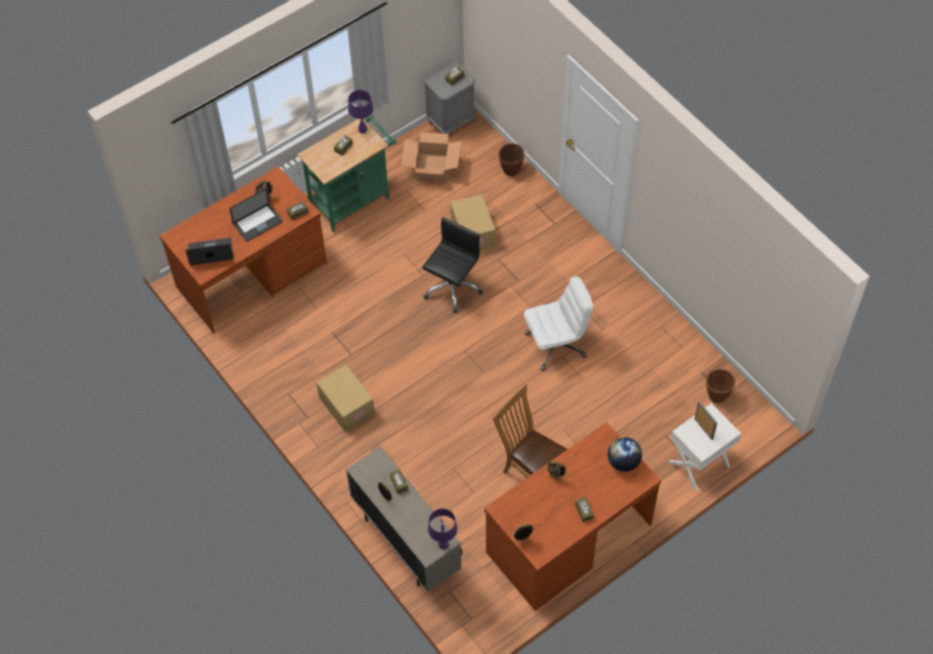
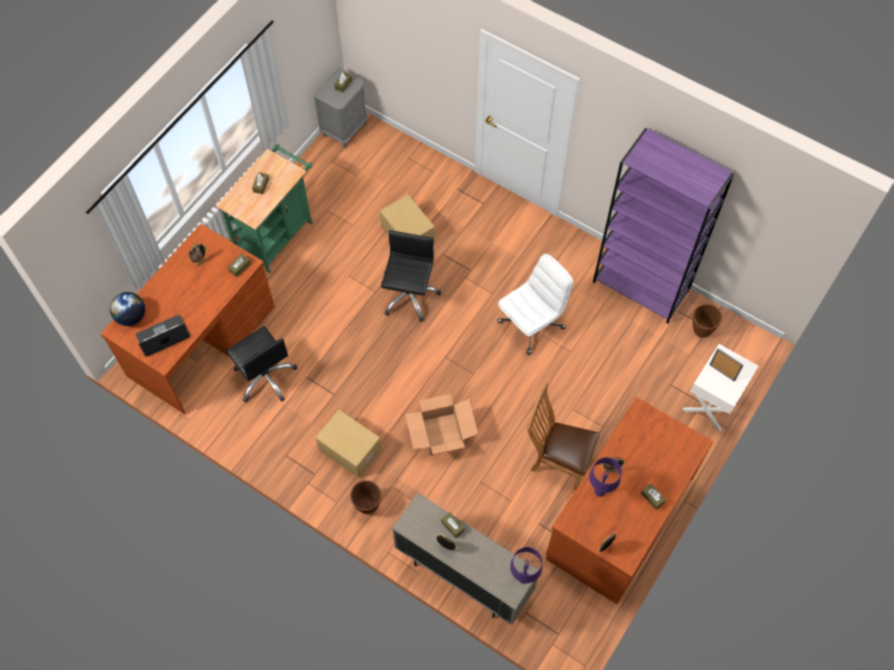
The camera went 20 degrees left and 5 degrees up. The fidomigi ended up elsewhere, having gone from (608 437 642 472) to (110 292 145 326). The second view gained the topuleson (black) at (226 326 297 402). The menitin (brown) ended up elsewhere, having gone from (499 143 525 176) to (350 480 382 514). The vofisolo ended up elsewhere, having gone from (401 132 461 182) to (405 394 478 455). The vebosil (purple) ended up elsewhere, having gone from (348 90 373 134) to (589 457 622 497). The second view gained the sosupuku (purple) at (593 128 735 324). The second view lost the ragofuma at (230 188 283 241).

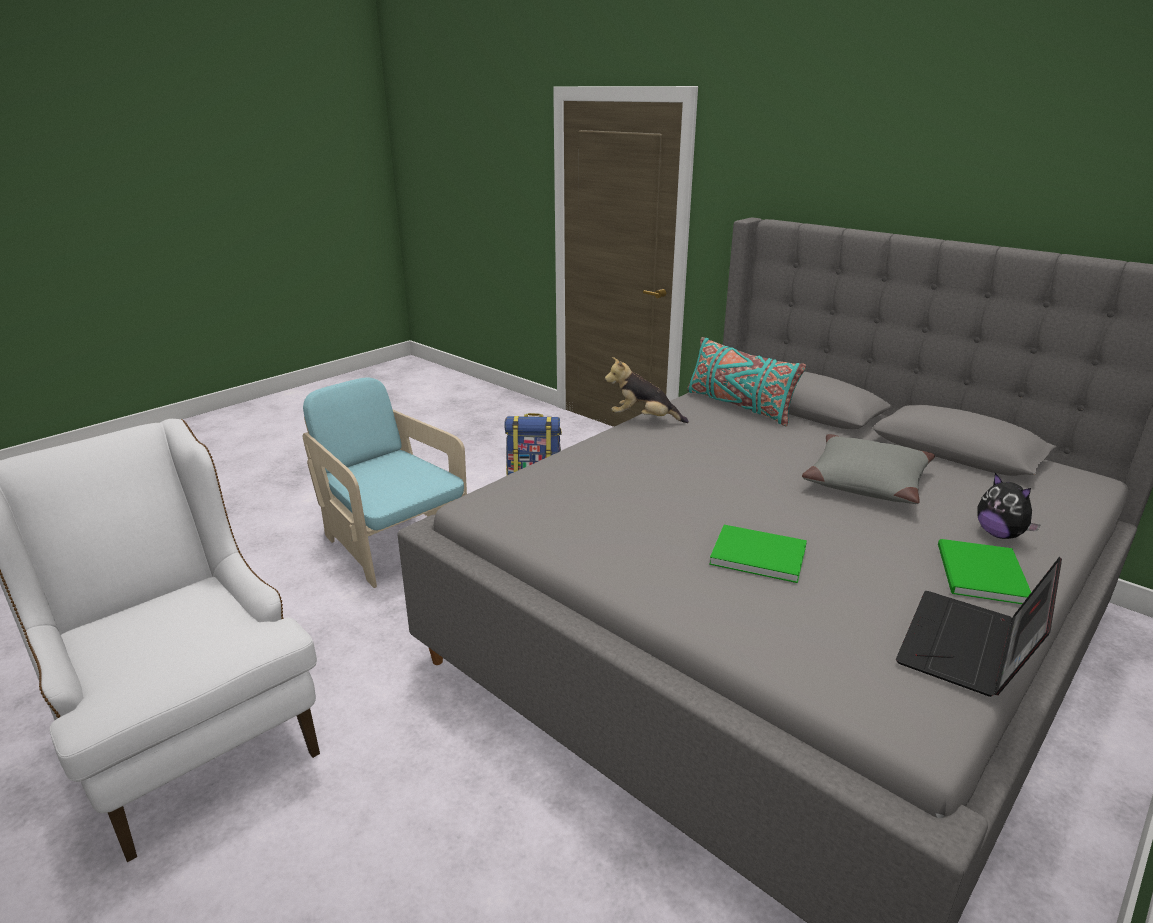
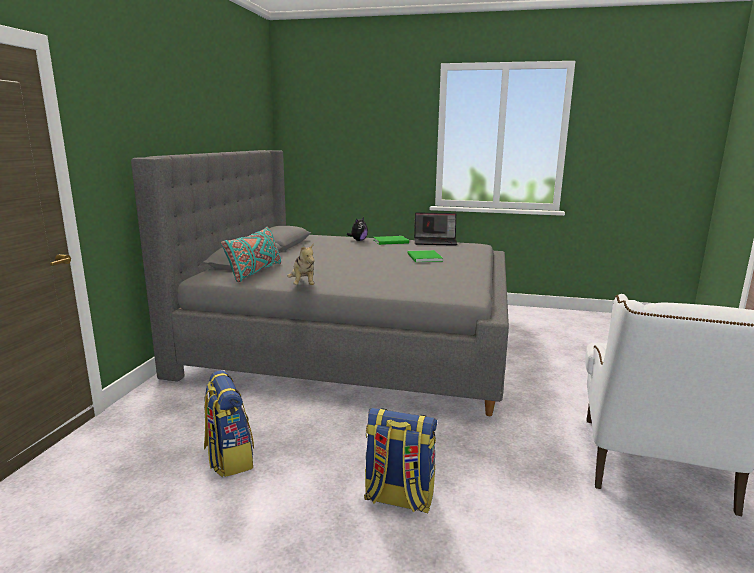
The camera went 120 degrees left and 10 degrees down. Where the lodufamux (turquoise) stood at (303 377 467 588), the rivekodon came to stand at (364 408 437 513). The second view lost the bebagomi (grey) at (802 434 935 504).

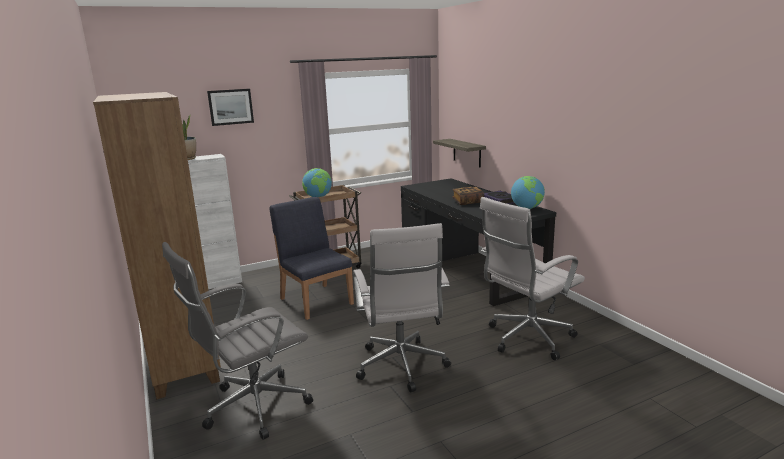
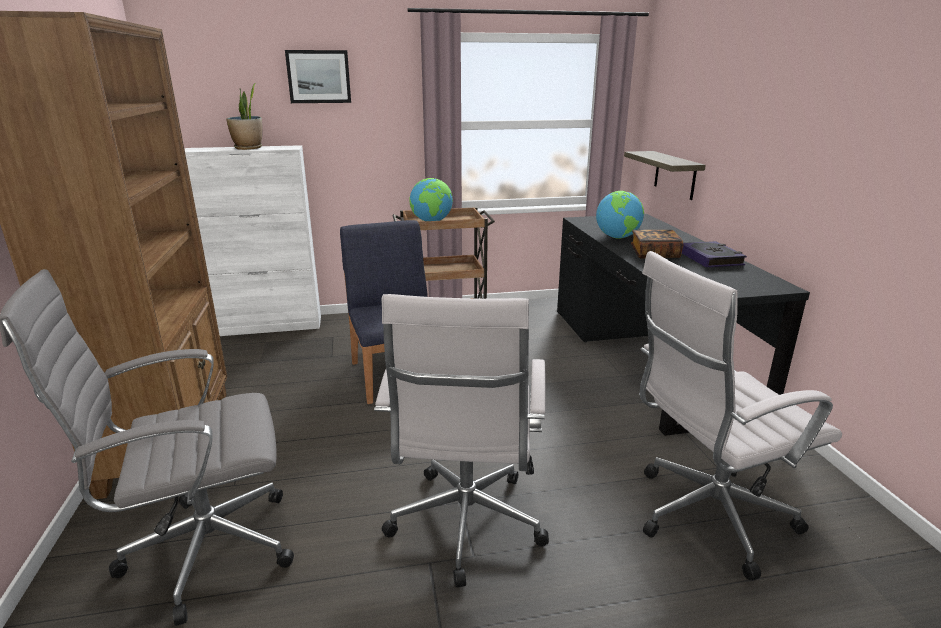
The camera went 15 degrees right and 5 degrees up. The fidomigi ended up elsewhere, having gone from (511 176 545 209) to (596 191 644 239).

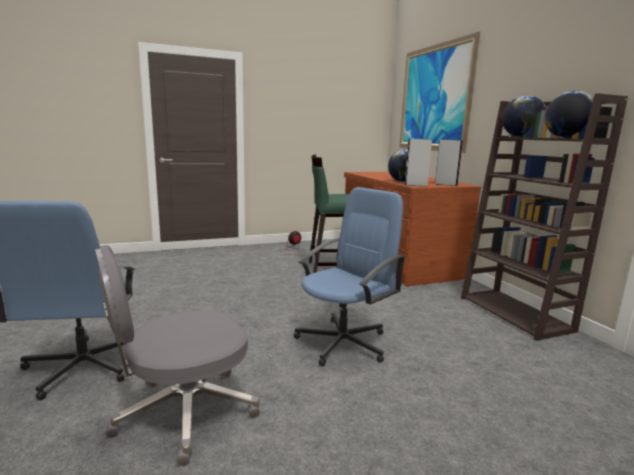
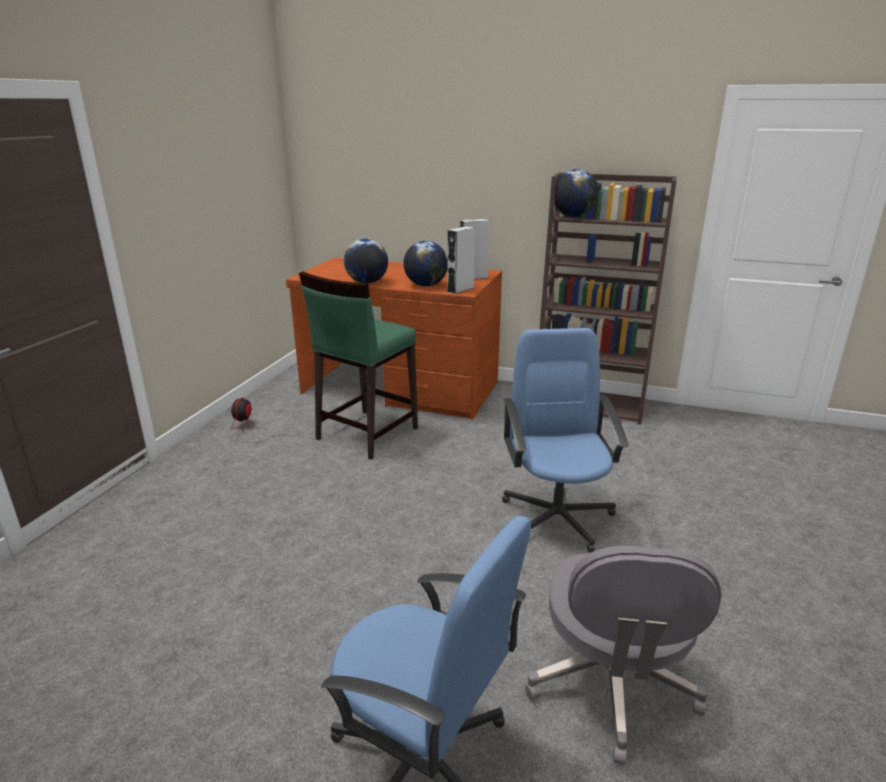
The camera went 50 degrees left and 10 degrees up. The fidomigi ended up elsewhere, having gone from (545 91 594 138) to (344 239 388 284). The second view lost the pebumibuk at (399 31 480 153).

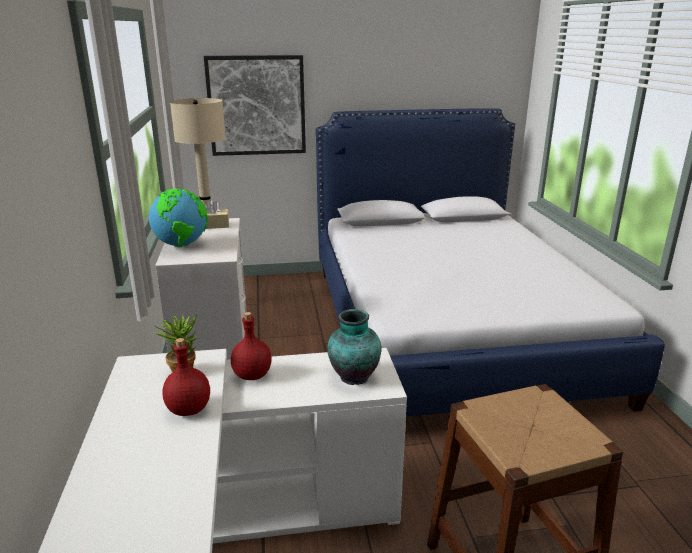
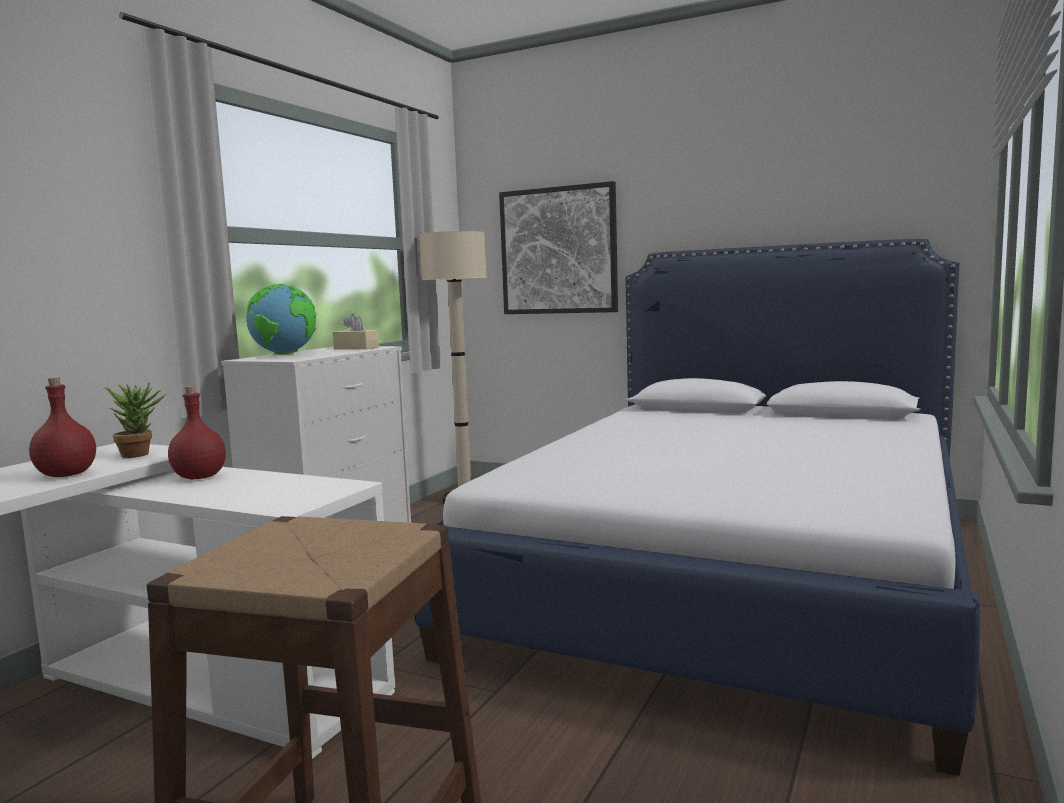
The camera went 35 degrees right and 15 degrees down. The second view lost the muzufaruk at (327 309 381 385).

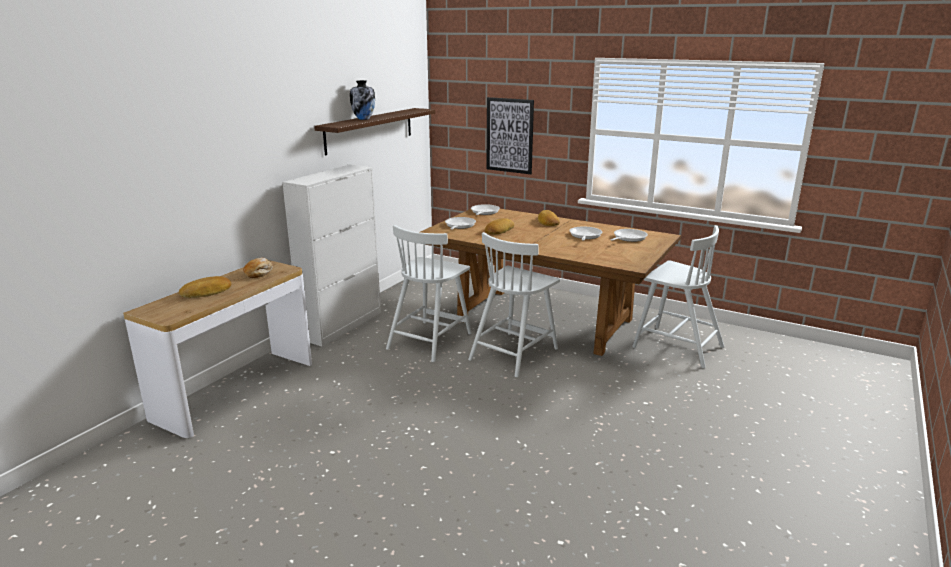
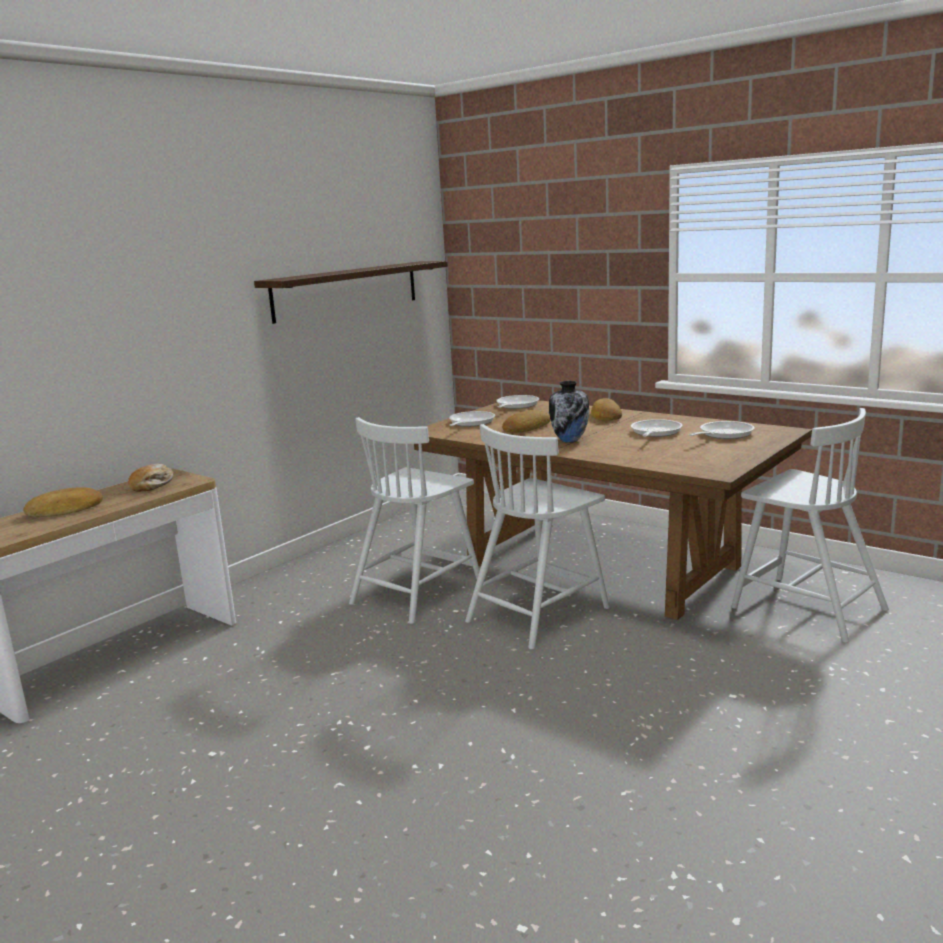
The camera went 10 degrees right and 5 degrees down. The muzufaruk ended up elsewhere, having gone from (350 80 375 120) to (549 381 589 443). The second view lost the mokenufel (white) at (282 164 381 347). The second view lost the pebumibuk at (487 97 534 174).

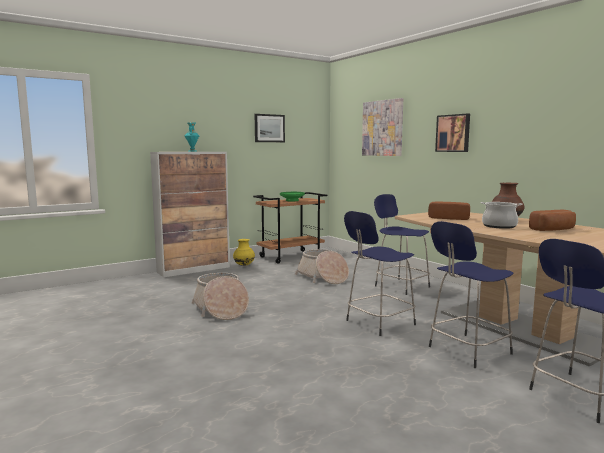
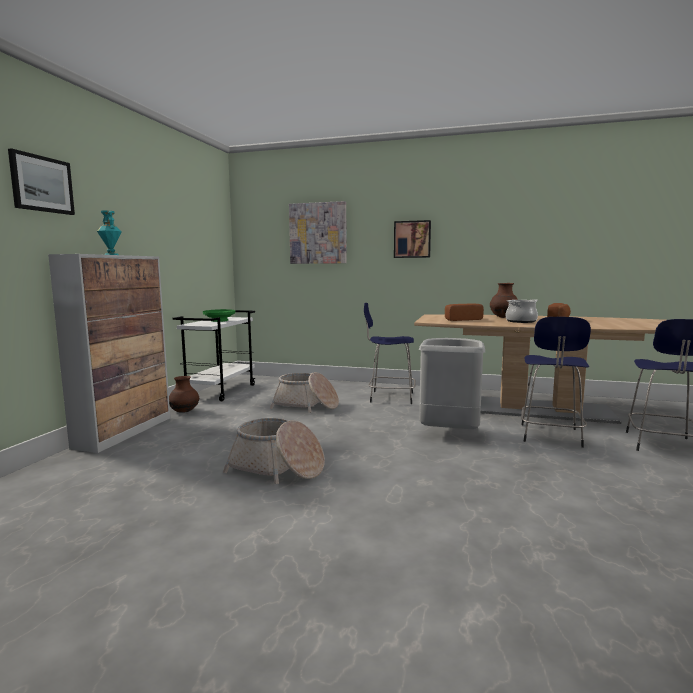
The camera went 40 degrees left and 0 degrees up. The pebumibuk ended up elsewhere, having gone from (255 114 285 142) to (8 148 75 215). What was the muzufaruk (yellow) at (233 239 255 266) turned into the muzufaruk (brown) at (169 376 199 413). What was the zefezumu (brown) at (253 192 327 264) turned into the zefezumu (white) at (173 310 255 401). Where the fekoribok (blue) stood at (344 211 416 336), the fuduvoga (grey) came to stand at (419 338 485 429).

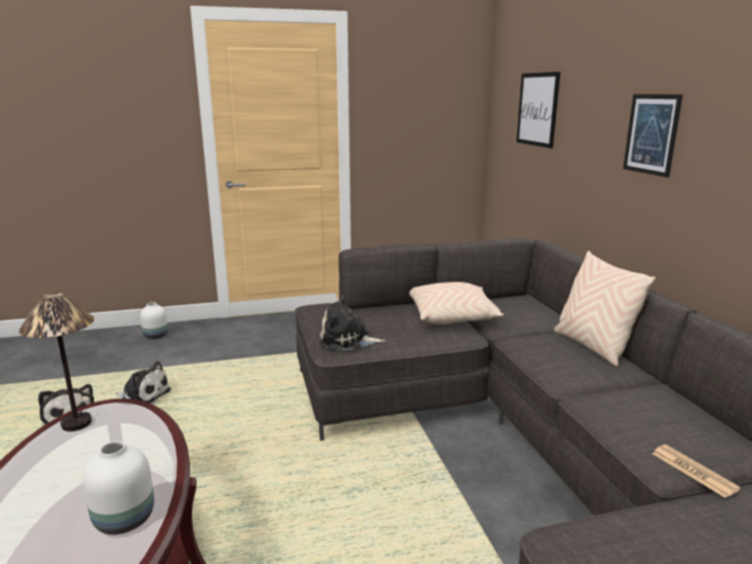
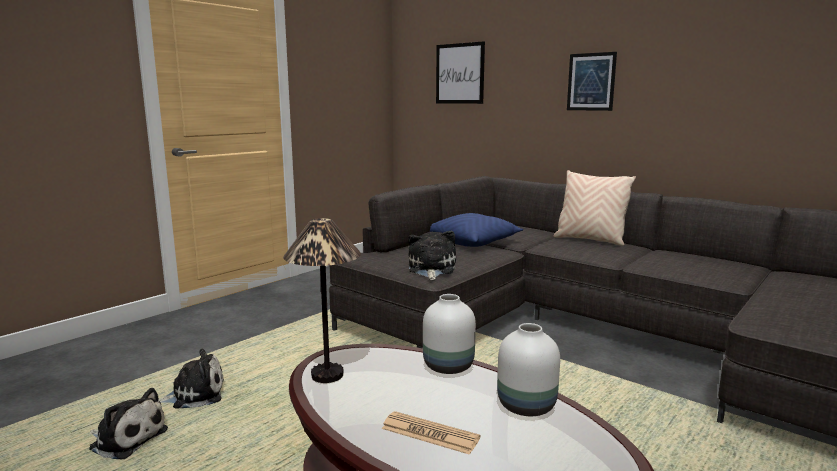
The camera went 35 degrees left and 5 degrees down. The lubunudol ended up elsewhere, having gone from (652 445 740 498) to (381 411 480 455). The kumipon at (319 295 385 350) ended up facing another way, 120 degrees clockwise from before. The muzufaruk (white) ended up elsewhere, having gone from (140 302 168 339) to (423 294 476 374). What was the bebagomi (beige) at (409 282 504 324) turned into the bebagomi (blue) at (430 213 524 247).

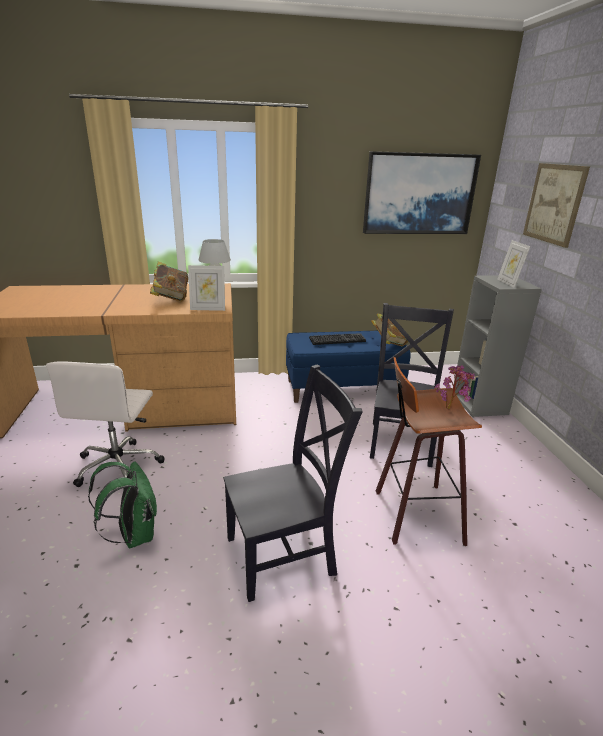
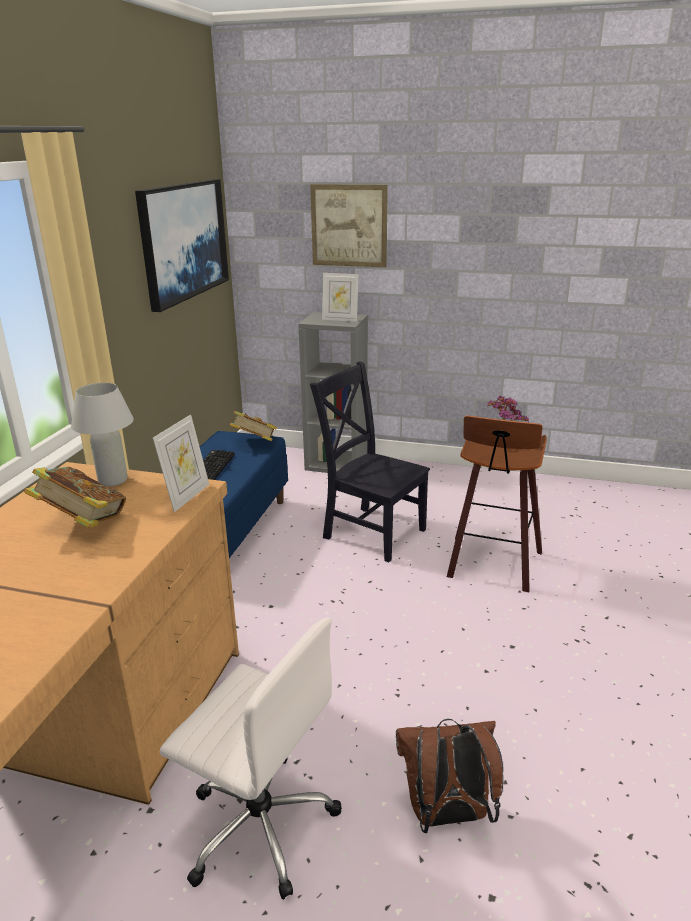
The camera went 65 degrees left and 0 degrees up. What was the rivekodon (green) at (88 461 157 549) turned into the rivekodon (brown) at (396 719 503 834). The second view lost the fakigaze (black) at (223 365 363 602).

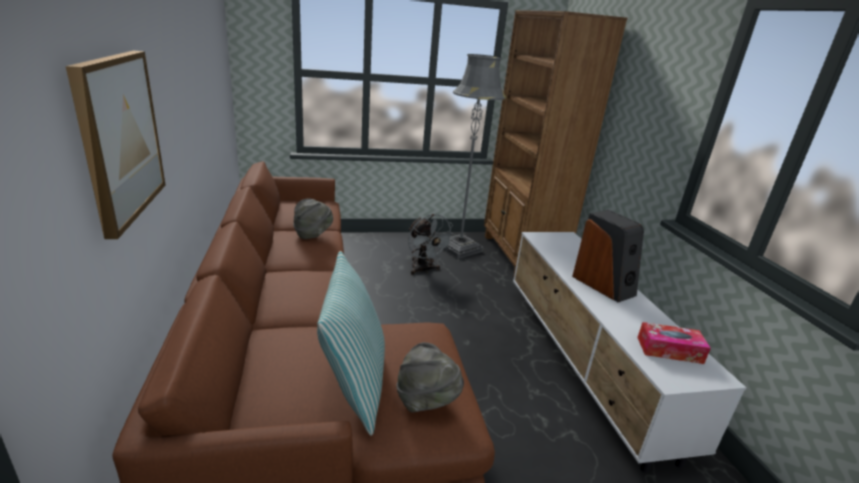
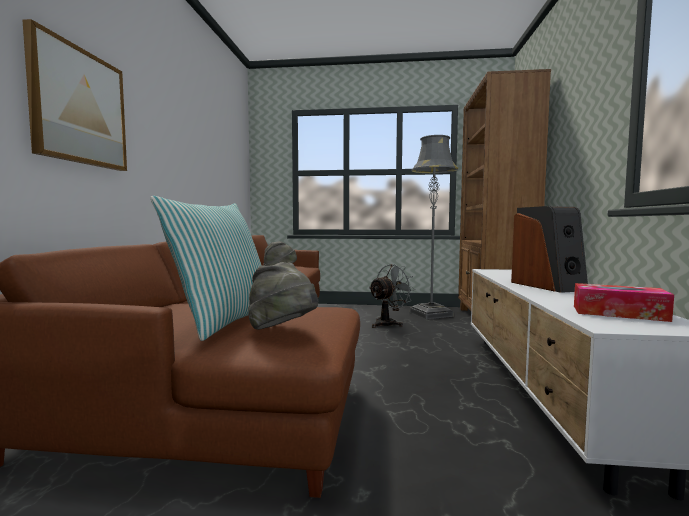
The camera went 20 degrees right and 20 degrees down. The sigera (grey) at (408 214 456 275) ended up facing another way, 120 degrees counterclockwise from before.

